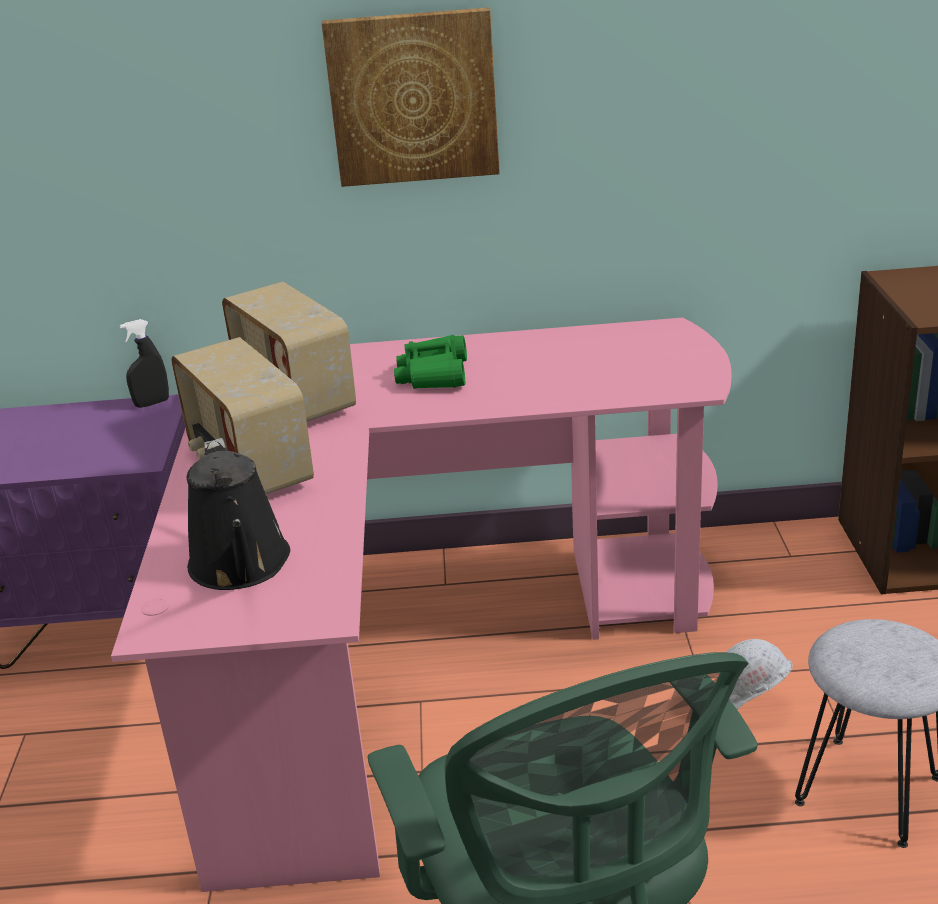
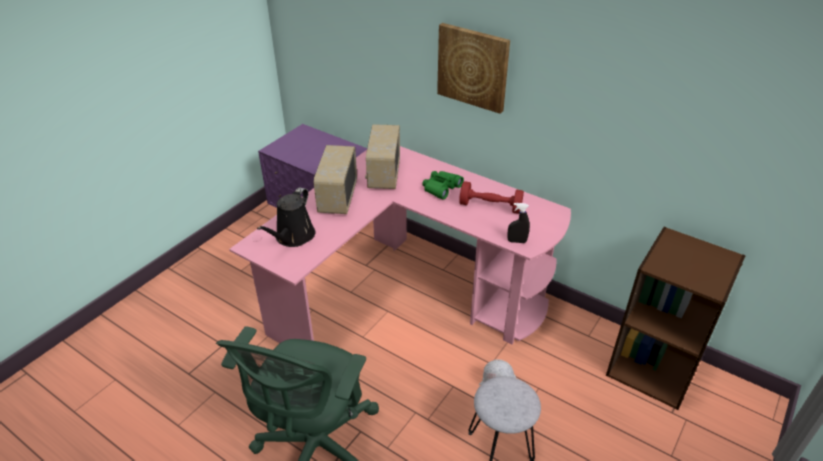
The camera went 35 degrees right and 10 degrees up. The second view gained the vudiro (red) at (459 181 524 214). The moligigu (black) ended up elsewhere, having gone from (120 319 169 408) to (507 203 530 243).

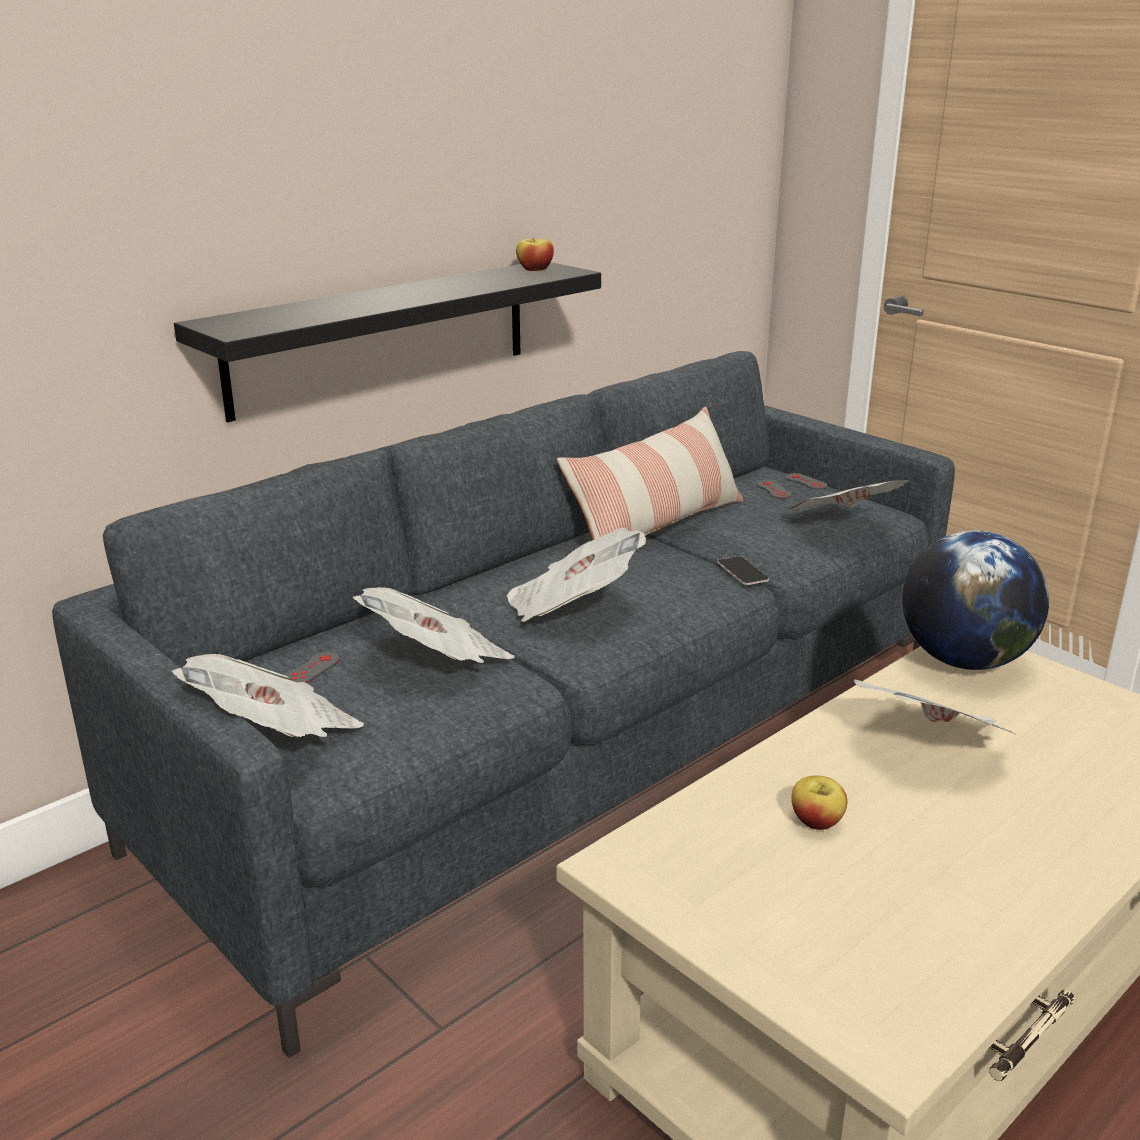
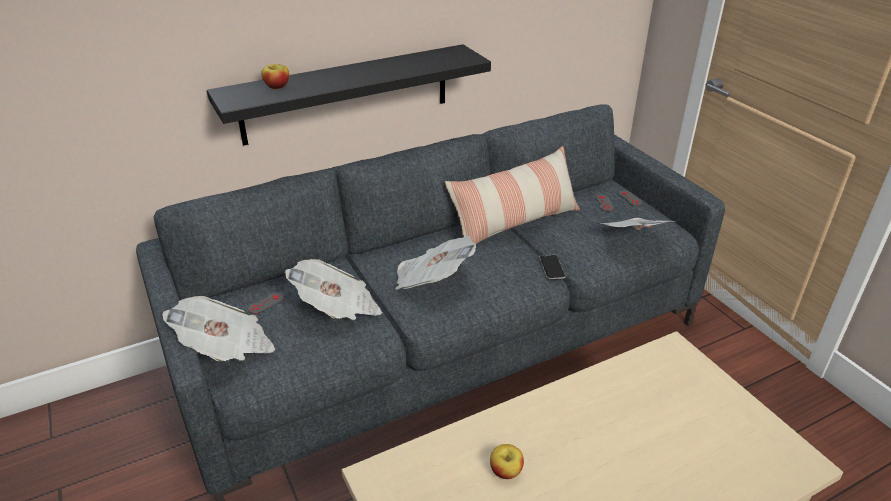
The camera went 15 degrees right and 10 degrees up. The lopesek ended up elsewhere, having gone from (516 238 554 271) to (261 64 289 89). The second view lost the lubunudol at (853 679 1017 735). The second view lost the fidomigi at (902 531 1049 670).

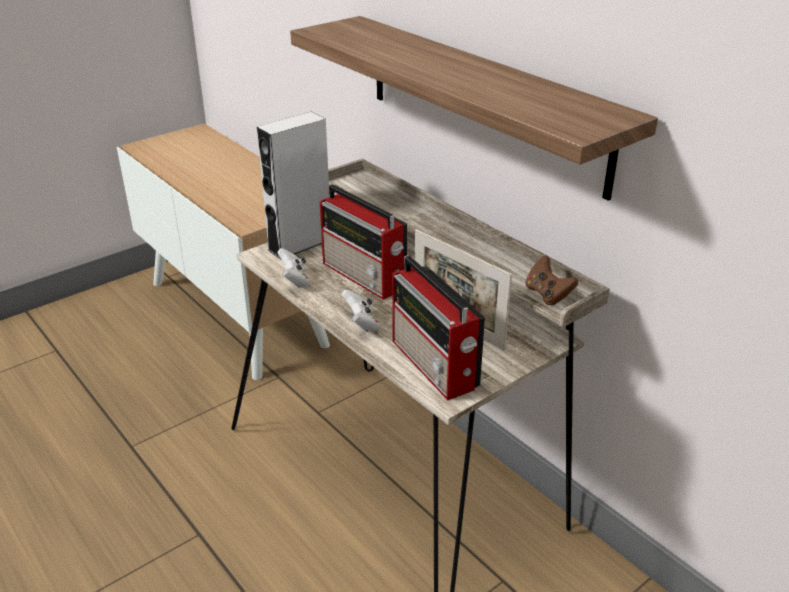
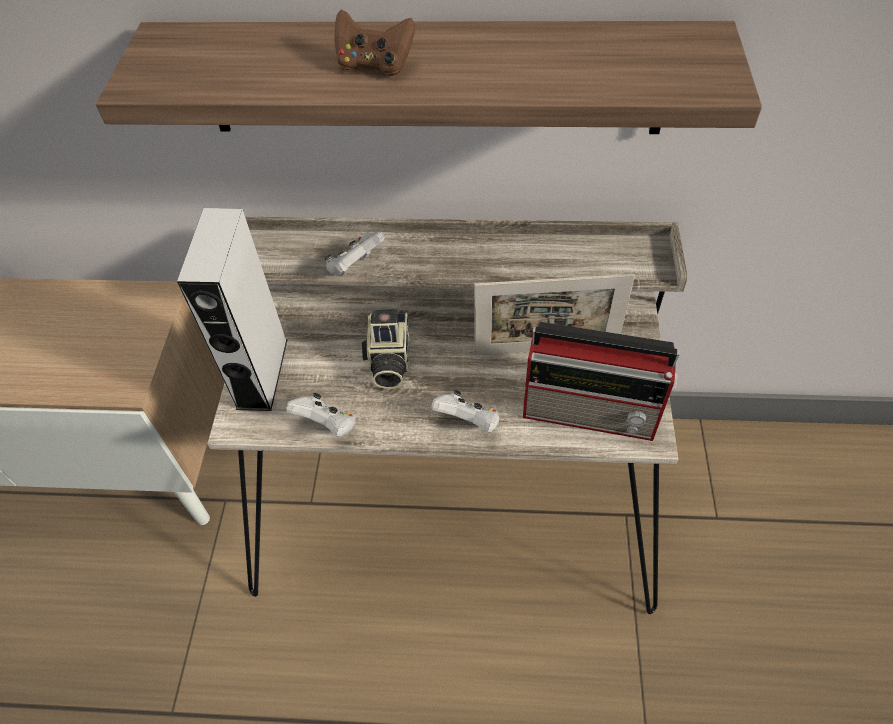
The camera went 45 degrees left and 20 degrees up. The second view gained the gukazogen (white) at (325 231 385 276). The gukazogen (brown) ended up elsewhere, having gone from (526 255 578 305) to (334 9 415 76). Where the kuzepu stood at (320 184 407 300), the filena came to stand at (362 309 410 389).

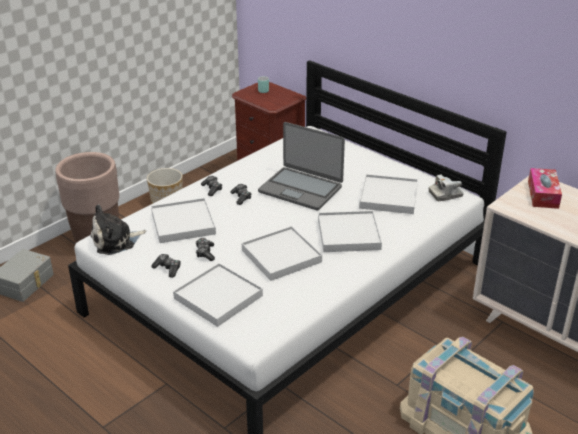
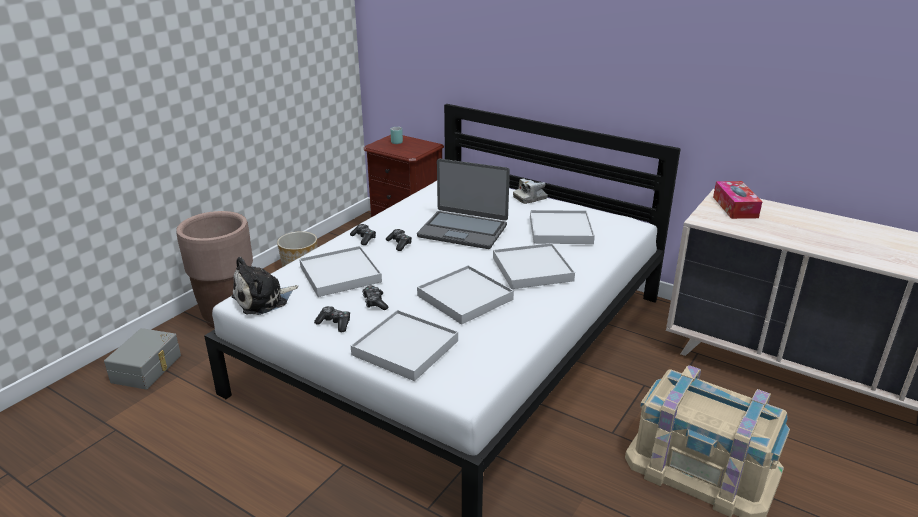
The camera went 10 degrees left and 5 degrees down. The filena ended up elsewhere, having gone from (429 175 464 201) to (513 178 548 204).

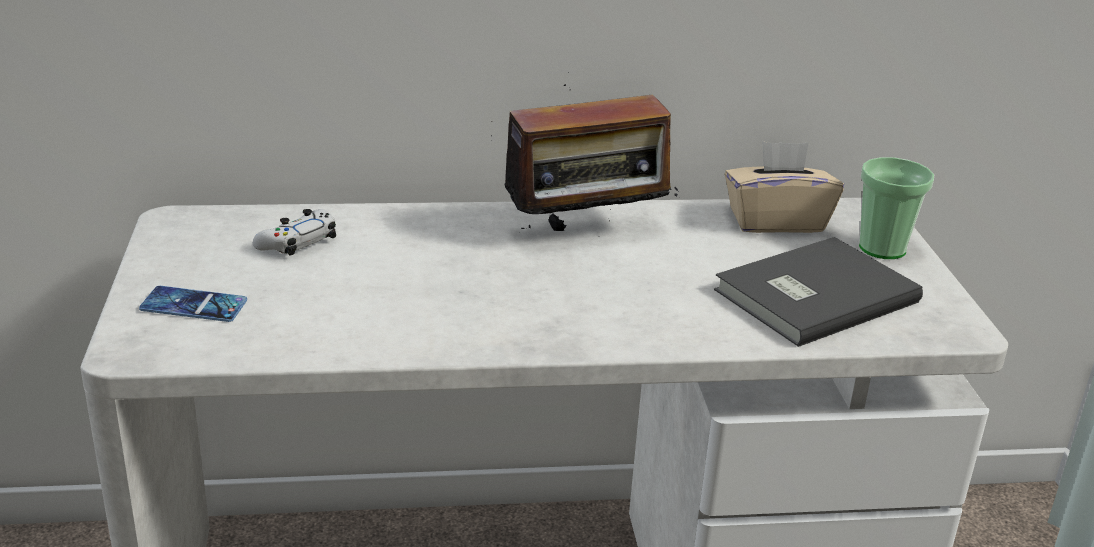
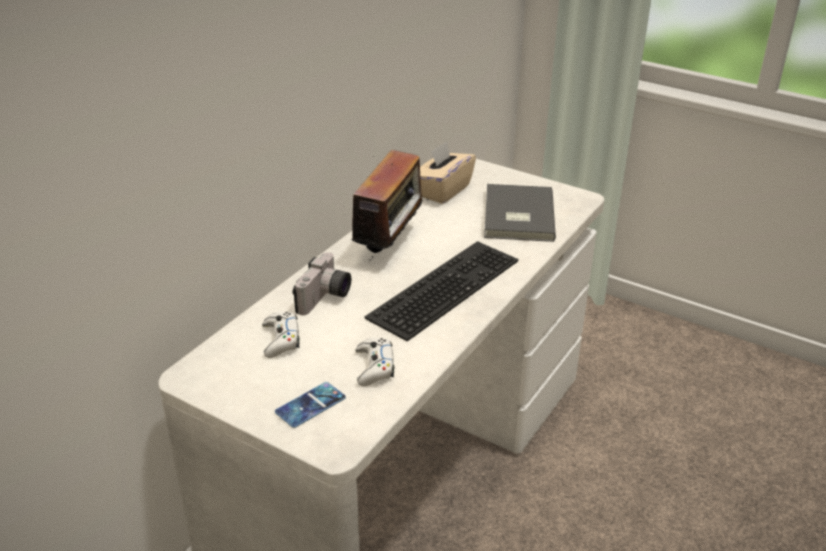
The camera went 50 degrees left and 5 degrees up. The second view gained the filena at (293 252 351 315). The second view gained the gukazogen (white) at (356 337 395 386). The second view gained the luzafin at (365 241 519 341). The second view lost the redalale at (859 157 934 259).

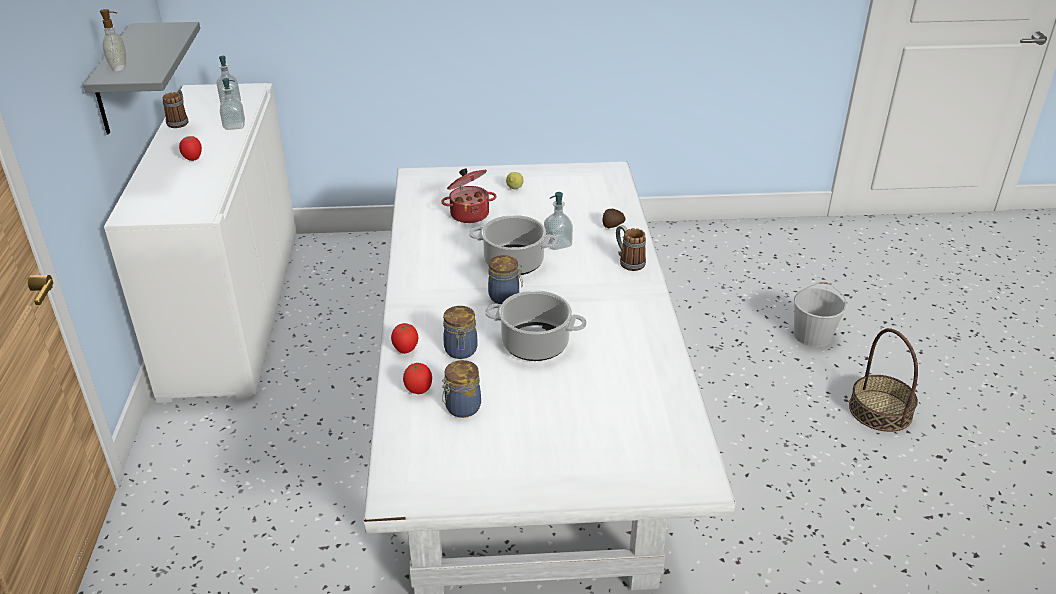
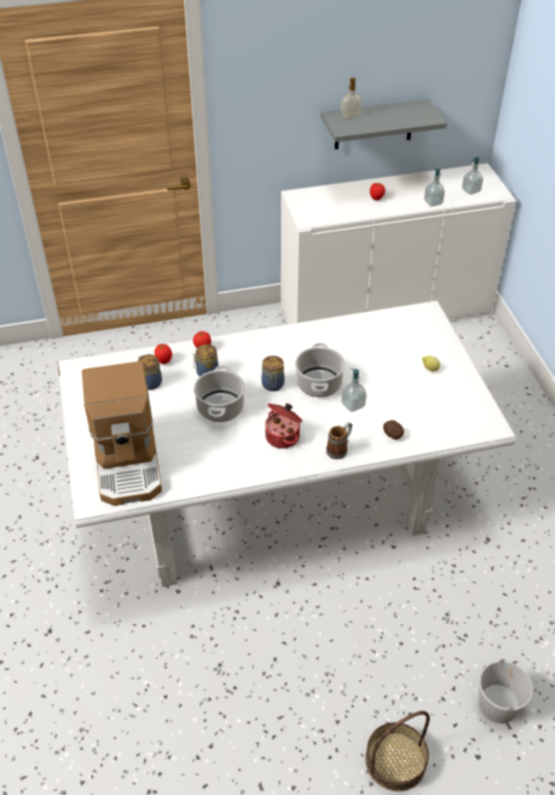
The camera went 80 degrees right and 10 degrees up. The second view gained the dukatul at (82 361 162 506). The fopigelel ended up elsewhere, having gone from (441 168 497 223) to (265 403 303 449). The second view lost the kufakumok at (163 89 188 128).

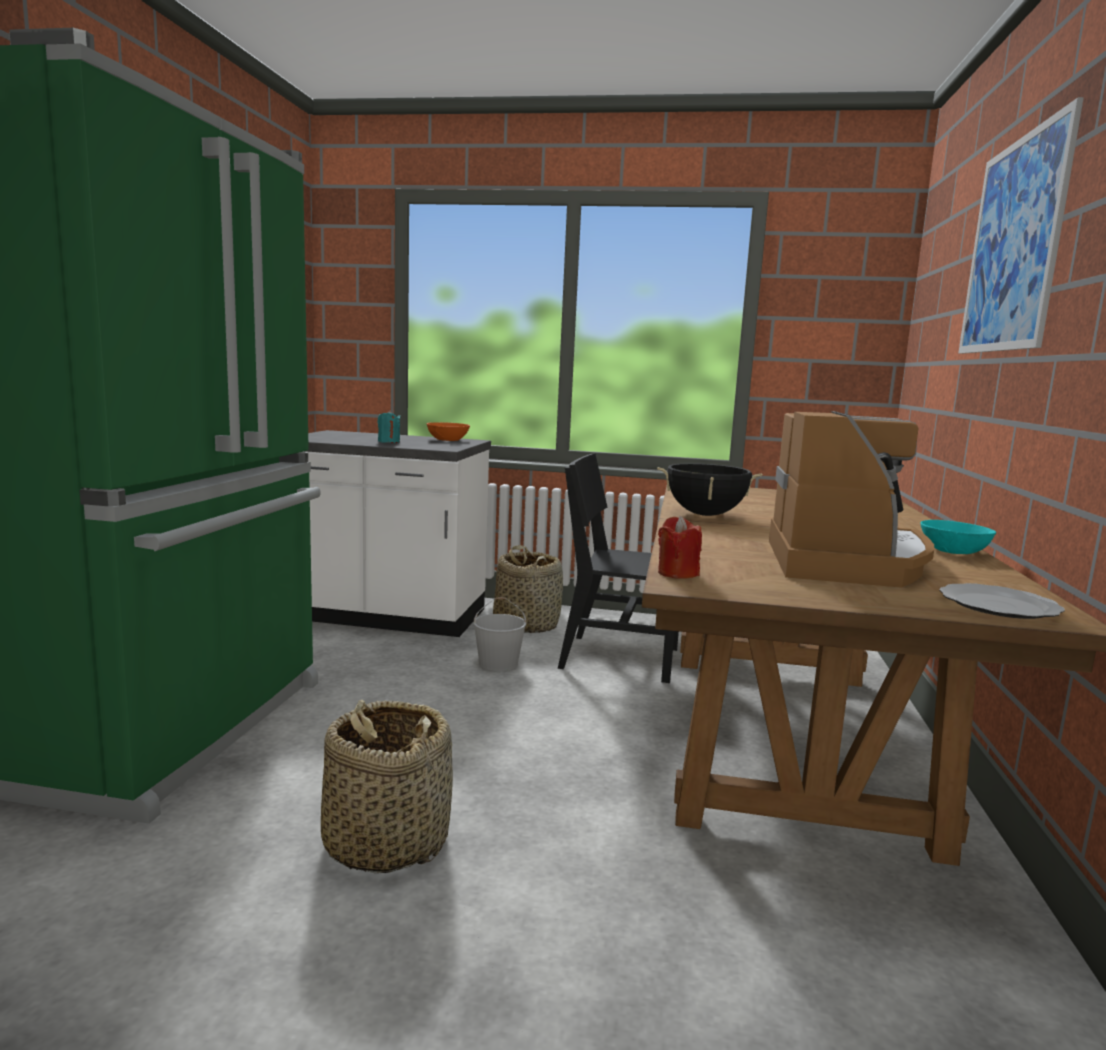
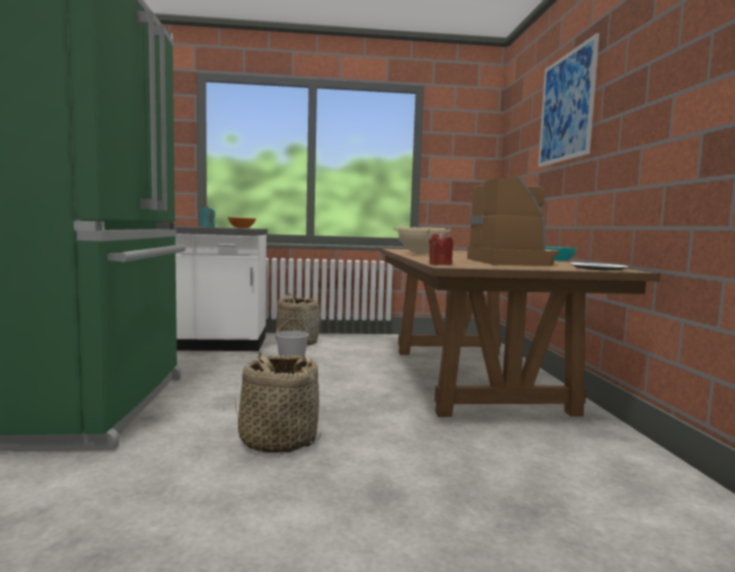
The camera went 15 degrees left and 5 degrees down. What was the fopigelel (black) at (657 463 762 516) turned into the fopigelel (beige) at (393 227 451 254). The second view lost the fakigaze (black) at (558 454 679 683).

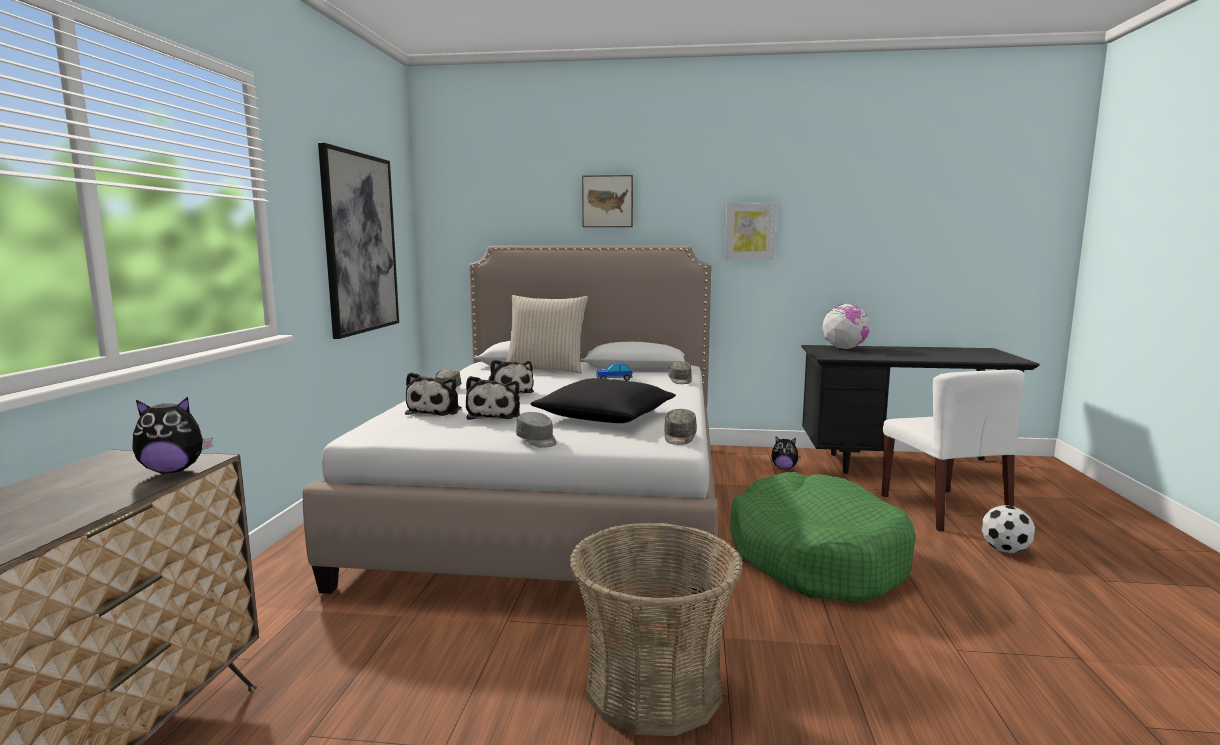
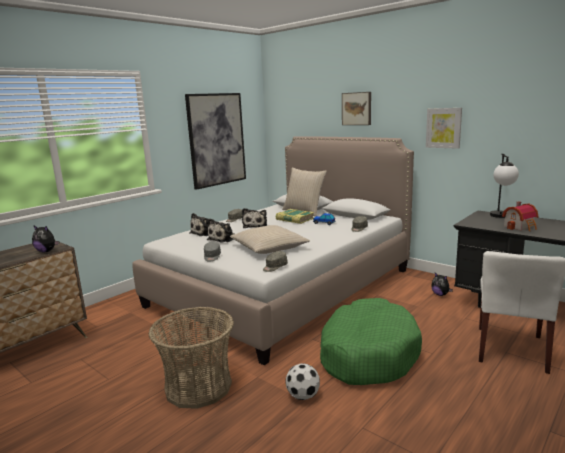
The camera went 35 degrees right and 5 degrees up. What was the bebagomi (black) at (530 378 676 423) turned into the bebagomi (beige) at (230 225 310 254). The second view gained the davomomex at (276 209 314 224). The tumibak ended up elsewhere, having gone from (982 505 1035 553) to (285 363 320 400). Where the fidomigi stood at (822 304 870 349), the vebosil came to stand at (490 154 519 218). The second view gained the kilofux at (502 201 539 231).

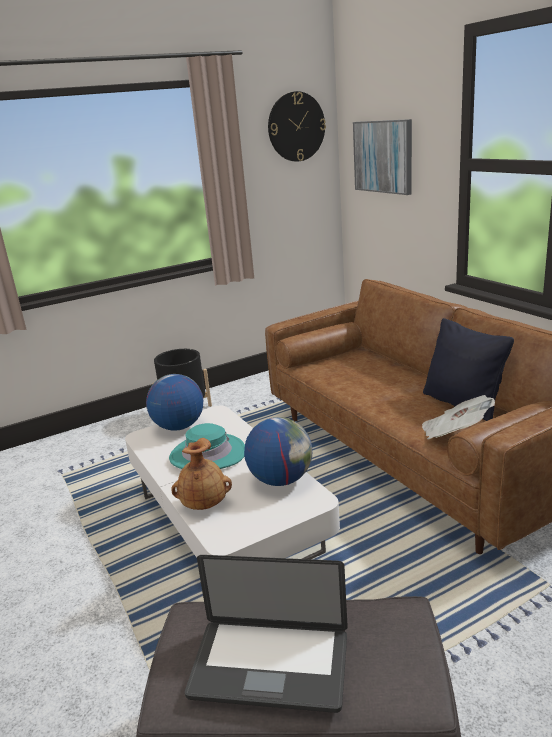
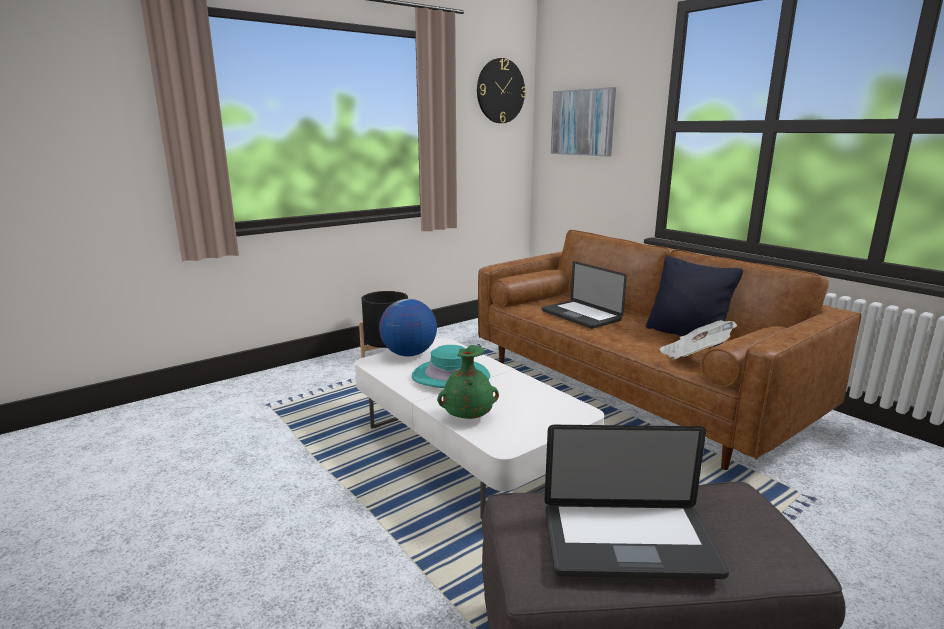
The camera went 10 degrees left and 5 degrees down. What was the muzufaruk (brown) at (171 438 232 510) turned into the muzufaruk (green) at (437 345 499 419). The second view gained the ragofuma at (542 261 627 329). The second view lost the fidomigi at (244 417 312 486).

